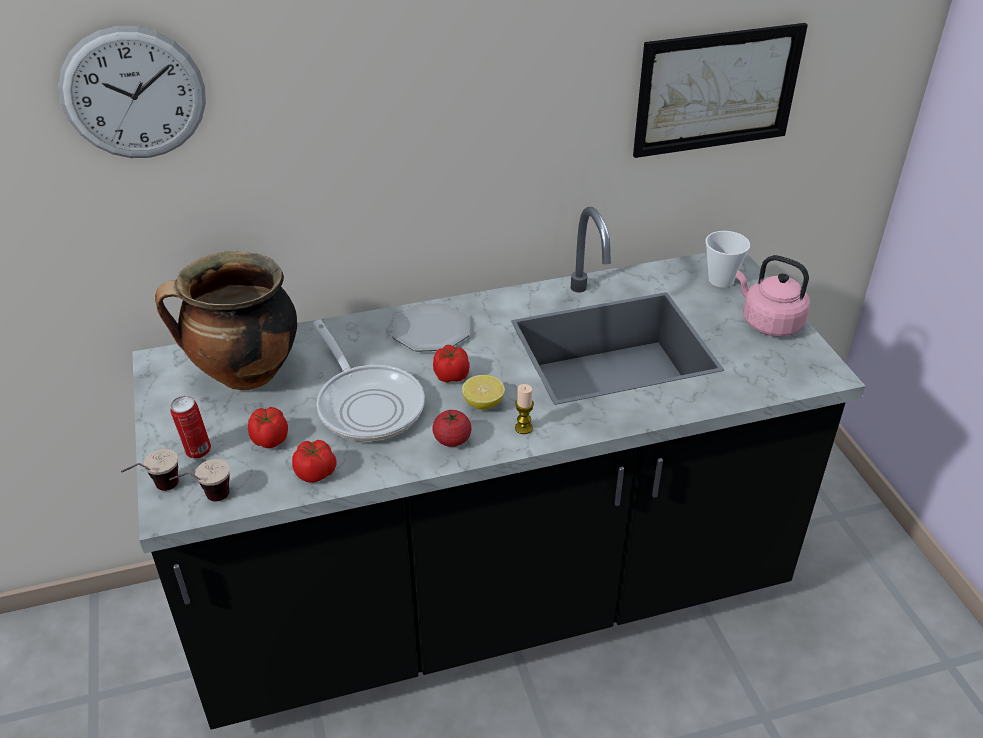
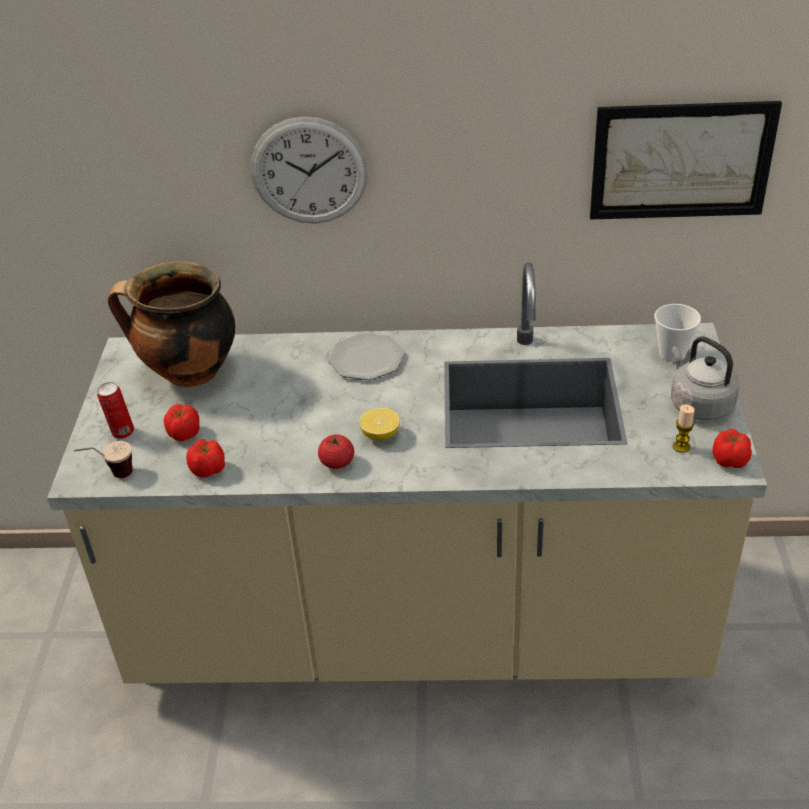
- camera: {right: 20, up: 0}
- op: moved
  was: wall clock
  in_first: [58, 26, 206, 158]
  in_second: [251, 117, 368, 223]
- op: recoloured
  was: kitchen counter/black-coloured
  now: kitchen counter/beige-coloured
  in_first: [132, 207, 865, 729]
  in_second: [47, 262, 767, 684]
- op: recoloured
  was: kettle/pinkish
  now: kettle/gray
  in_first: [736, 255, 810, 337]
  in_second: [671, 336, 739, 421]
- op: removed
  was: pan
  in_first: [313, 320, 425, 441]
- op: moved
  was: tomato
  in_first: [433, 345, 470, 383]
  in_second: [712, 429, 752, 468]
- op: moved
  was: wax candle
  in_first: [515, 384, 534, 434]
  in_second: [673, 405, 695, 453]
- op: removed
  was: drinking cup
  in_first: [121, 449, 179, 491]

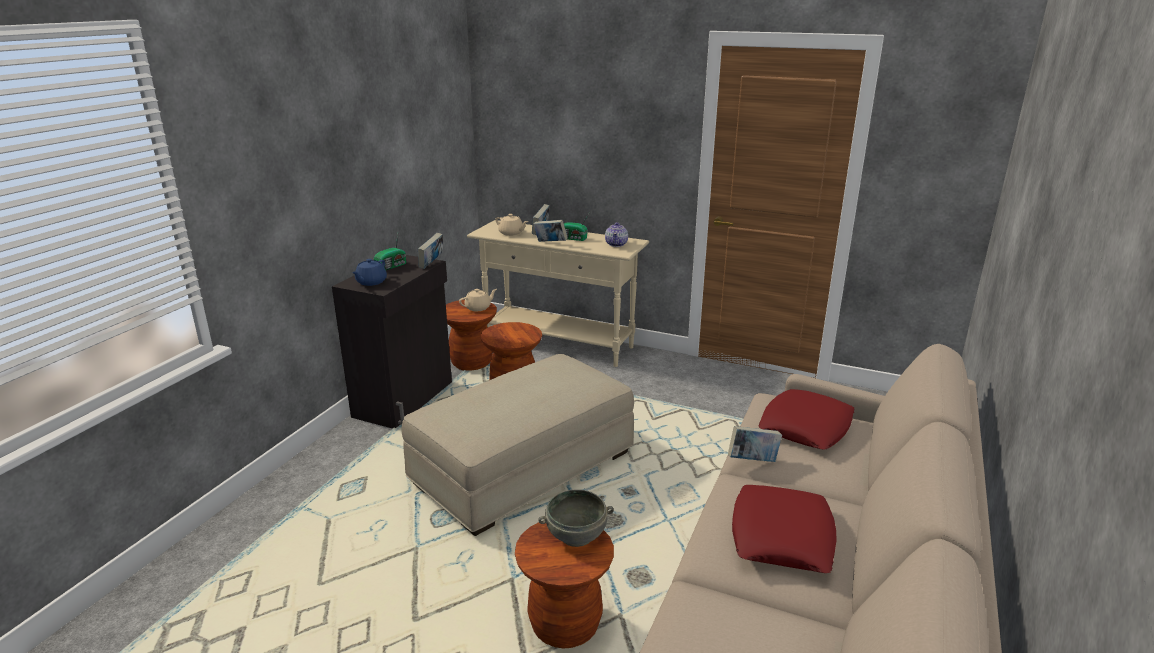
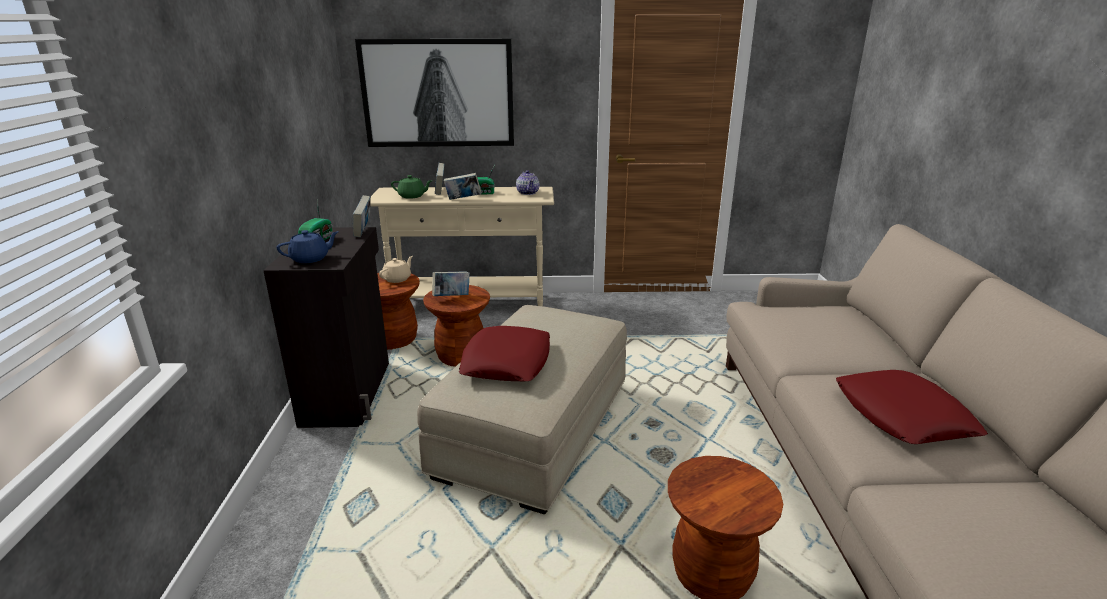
- camera: {right: -25, up: 0}
- op: recoloured
  was: pot for tea/beige-coloured
  now: pot for tea/greenish
  in_first: [495, 214, 528, 236]
  in_second: [391, 175, 432, 199]
- op: turned
  was: pot for tea/blue-coloured
  in_first: [352, 259, 387, 286]
  in_second: [277, 230, 339, 263]
  clockwise: -120
- op: moved
  was: pillow/reddish
  in_first: [758, 389, 854, 450]
  in_second: [458, 326, 550, 381]
- op: moved
  was: volume
  in_first: [728, 426, 782, 462]
  in_second: [432, 271, 470, 296]
- op: removed
  was: serving bowl/gray
  in_first: [538, 489, 614, 547]
- op: added
  now: wall art
  in_second: [355, 38, 514, 147]

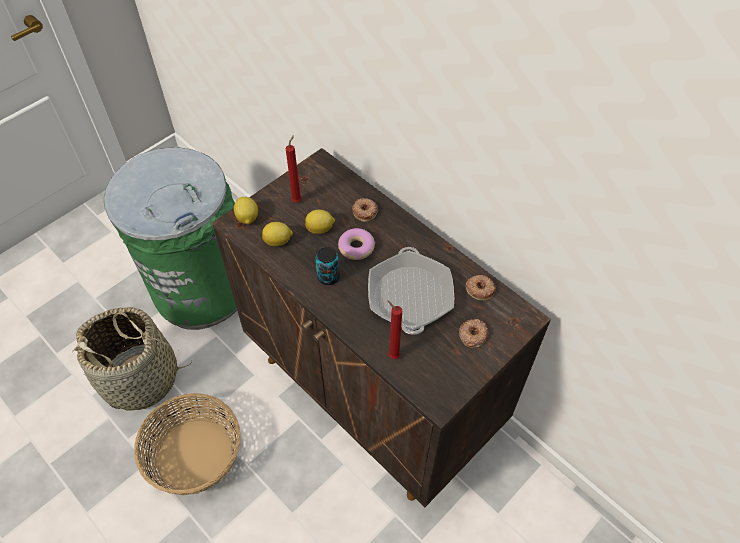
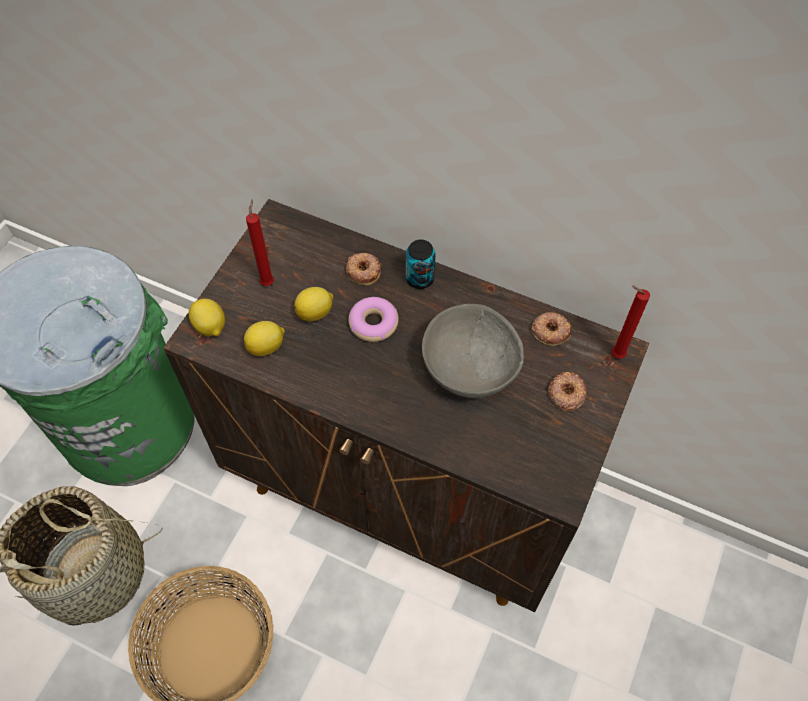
- camera: {right: -20, up: 5}
- op: moved
  was: metal can
  in_first: [316, 247, 340, 285]
  in_second: [406, 240, 436, 289]
- op: replaced
  was: pan
  now: serving bowl/gray
  in_first: [368, 247, 454, 335]
  in_second: [422, 304, 524, 398]
- op: moved
  was: wax candle/reddish
  in_first: [387, 300, 402, 359]
  in_second: [612, 286, 650, 359]

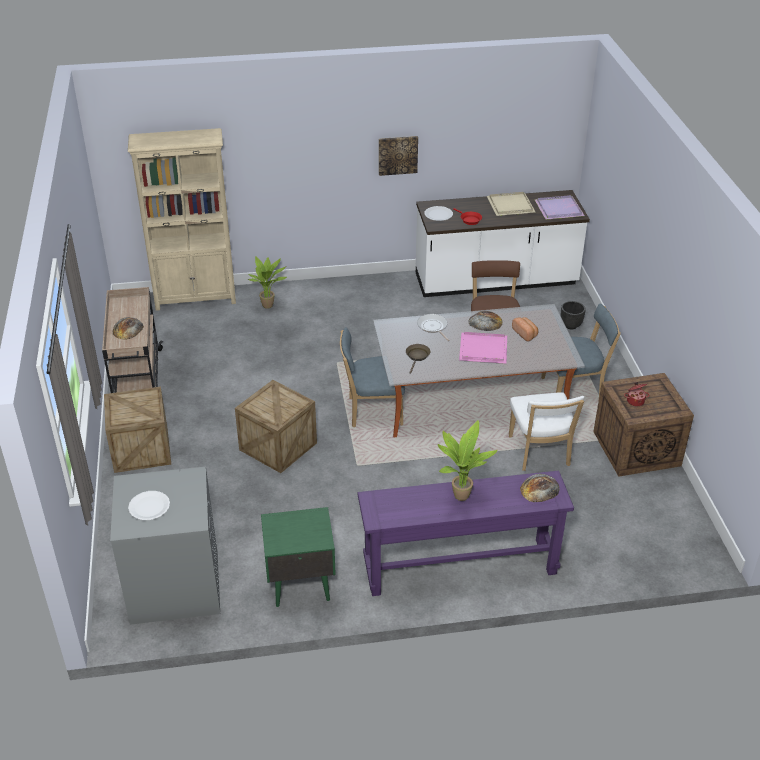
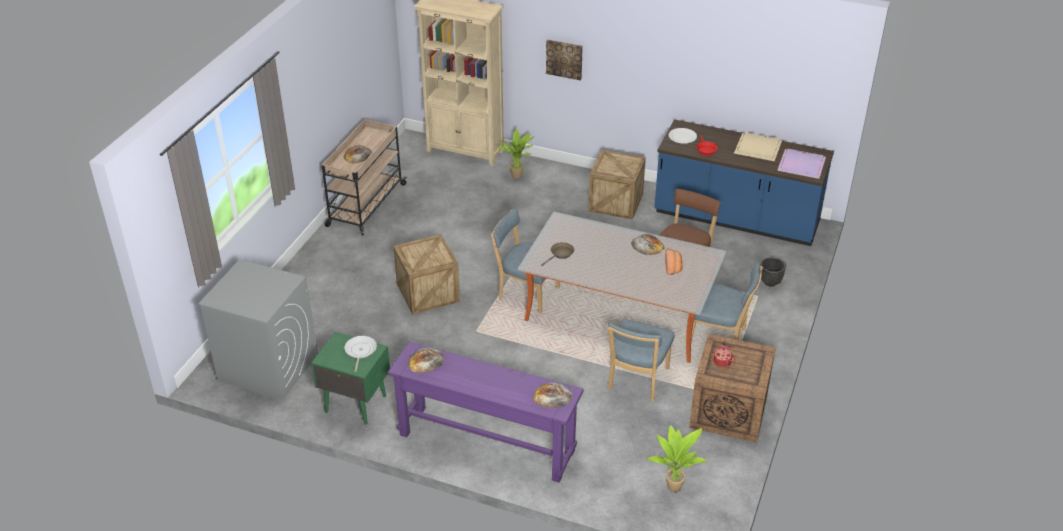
- camera: {right: 30, up: 0}
- op: moved
  was: wall art
  in_first: [379, 136, 418, 176]
  in_second: [546, 39, 583, 80]
- op: recoloured
  was: kitchen counter/white
  now: kitchen counter/blue-coloured
  in_first: [416, 190, 590, 297]
  in_second: [654, 119, 834, 246]
- op: moved
  was: pan
  in_first: [417, 314, 449, 341]
  in_second: [344, 336, 377, 372]
- op: removed
  was: serving tray/pinkish
  in_first: [459, 332, 507, 364]
- op: moved
  was: packing crate
  in_first: [104, 387, 171, 473]
  in_second: [588, 149, 646, 220]
- op: recoloured
  was: chair/white
  now: chair/blue-coloured
  in_first: [509, 392, 584, 471]
  in_second: [608, 319, 675, 401]
- op: moved
  was: houseplant
  in_first: [438, 420, 498, 501]
  in_second: [647, 425, 707, 492]
- op: removed
  was: plate/white
  in_first: [128, 491, 170, 520]
- op: added
  now: bakery bread
  in_second: [408, 347, 444, 373]

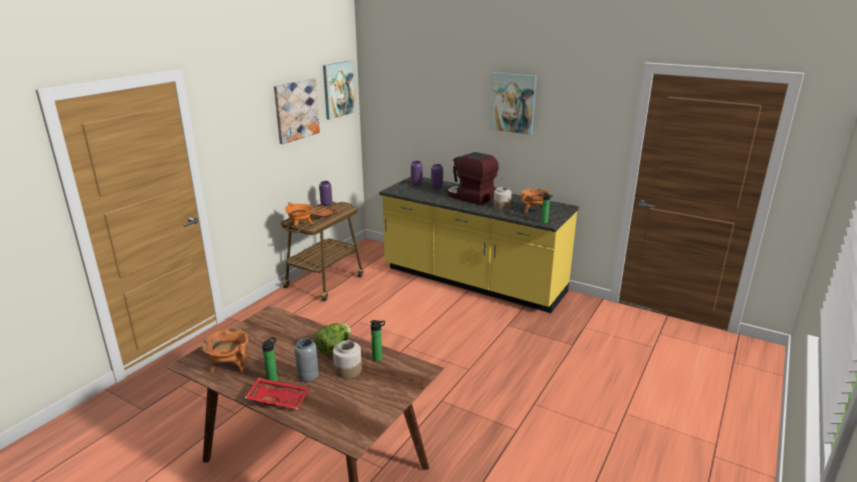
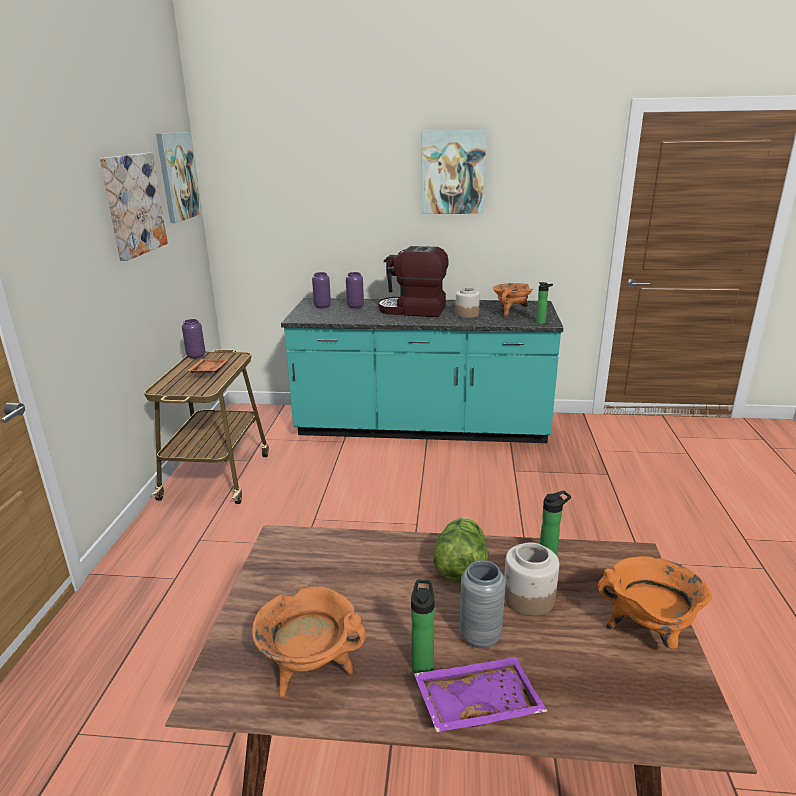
- camera: {right: -25, up: 0}
- op: recoloured
  was: kitchen counter/yellow-coloured
  now: kitchen counter/turquoise-coloured
  in_first: [379, 177, 579, 313]
  in_second: [281, 298, 563, 443]
- op: moved
  was: cooking pot/orange
  in_first: [285, 202, 314, 225]
  in_second: [598, 556, 712, 649]
- op: recoloured
  was: serving tray/reddish
  now: serving tray/purplish
  in_first: [245, 377, 309, 409]
  in_second: [414, 657, 547, 732]

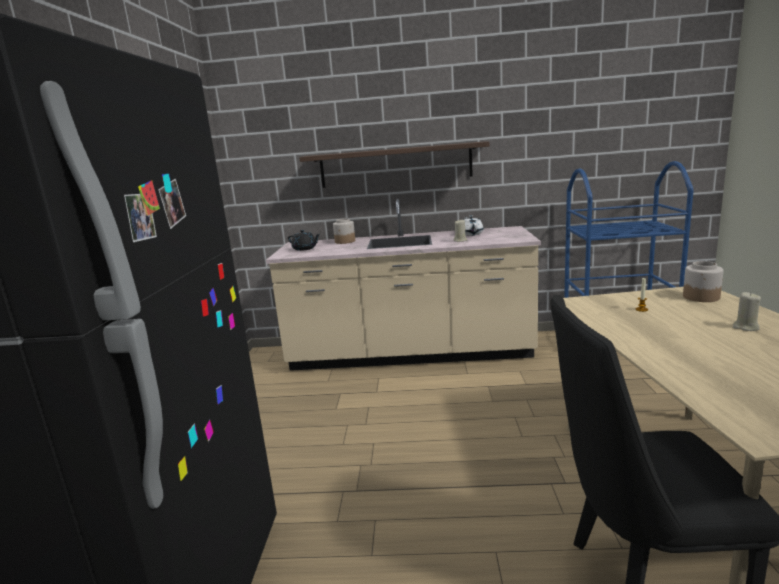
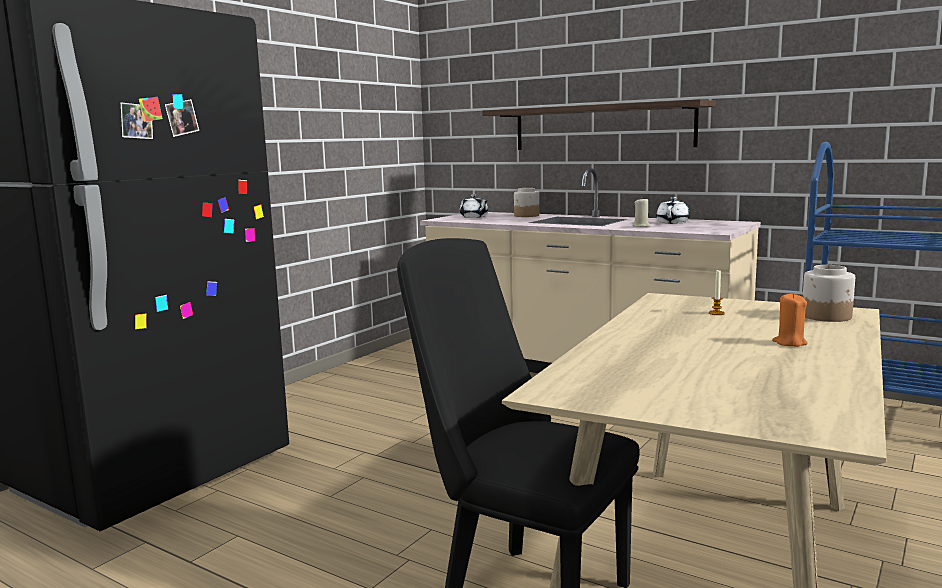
- camera: {right: 30, up: -5}
- op: recoloured
  was: pot for tea/black-coloured
  now: pot for tea/white
  in_first: [288, 230, 320, 251]
  in_second: [460, 194, 488, 218]
- op: recoloured
  was: wax candle/beige-coloured
  now: wax candle/orange
  in_first: [733, 292, 761, 331]
  in_second: [772, 293, 808, 347]

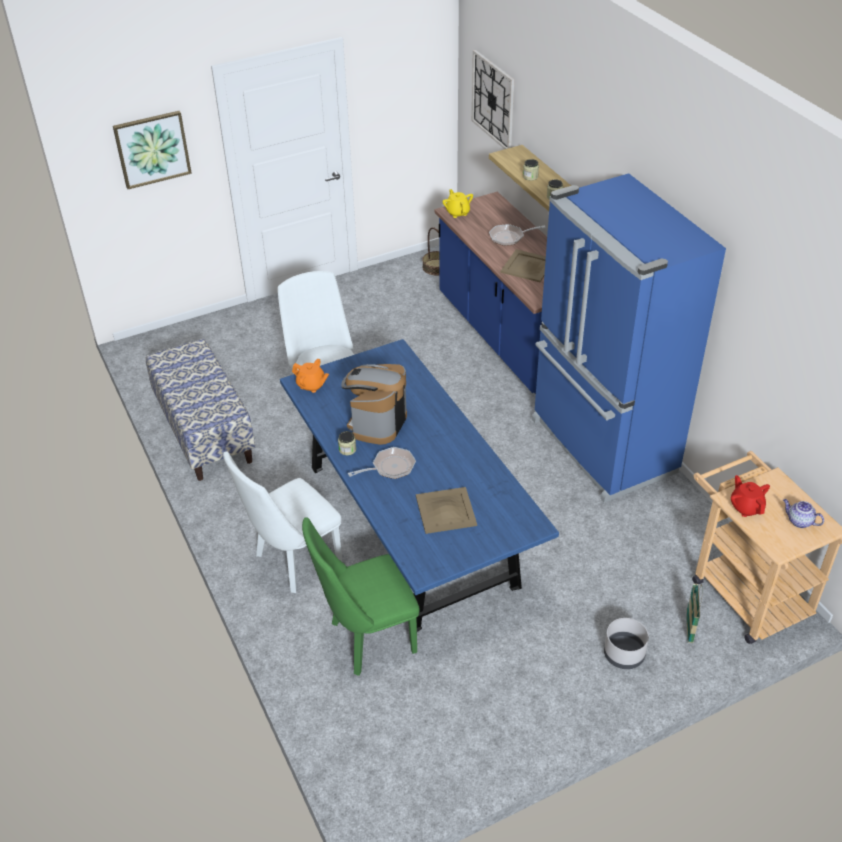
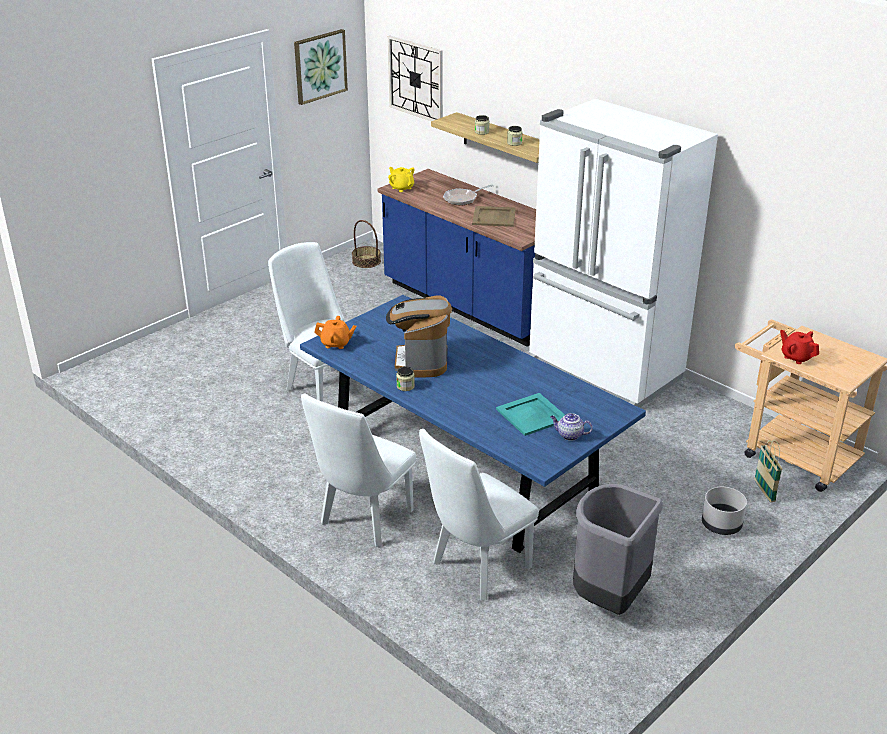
- camera: {right: -20, up: -10}
- op: moved
  was: wall art
  in_first: [113, 111, 192, 189]
  in_second: [294, 29, 348, 105]
- op: recoloured
  was: kitchen fridge/blue-coloured
  now: kitchen fridge/white
  in_first: [532, 173, 726, 503]
  in_second: [529, 99, 718, 408]
- op: removed
  was: long seat
  in_first: [146, 339, 255, 481]
- op: removed
  was: pan
  in_first: [348, 447, 416, 479]
- op: recoloured
  was: serving tray/beige-coloured
  now: serving tray/turquoise-coloured
  in_first: [416, 487, 477, 534]
  in_second: [496, 393, 565, 436]
- op: moved
  was: pot for tea
  in_first: [783, 499, 824, 528]
  in_second: [550, 413, 593, 441]
- op: recoloured
  was: chair/greenish
  now: chair/white
  in_first: [302, 518, 420, 676]
  in_second: [419, 429, 539, 600]
- op: added
  now: rubbish bin/gray
  in_second: [573, 484, 663, 615]

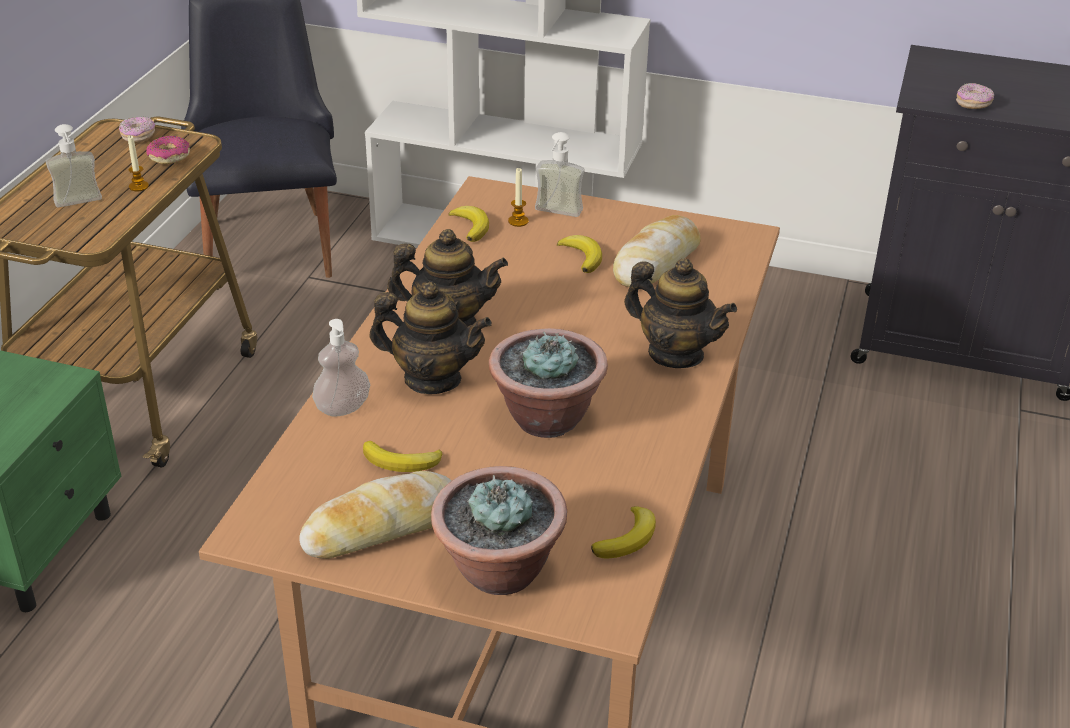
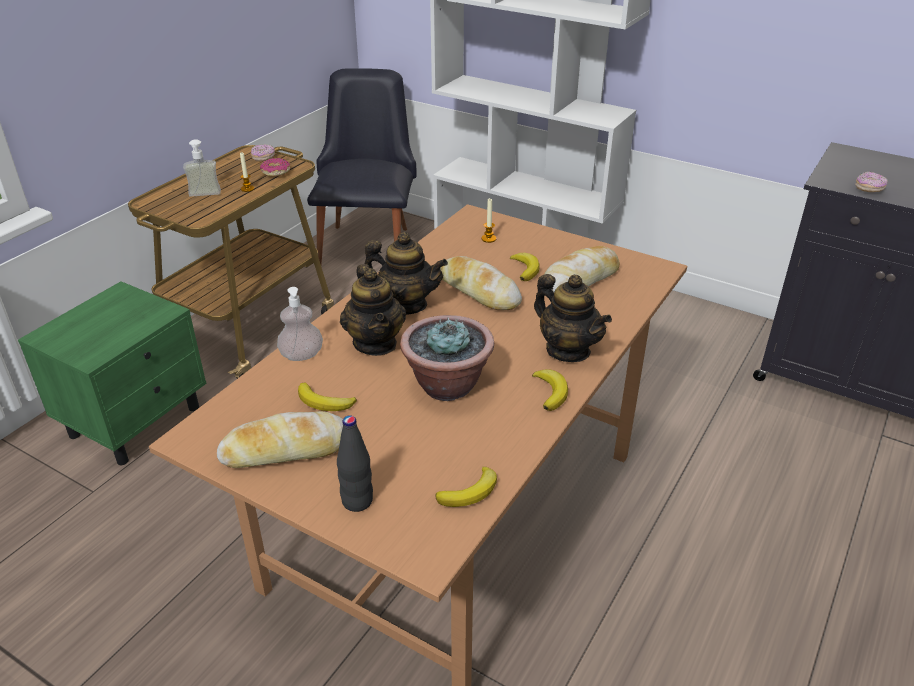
- camera: {right: 15, up: 0}
- op: removed
  was: liquid soap bottle
  in_first: [535, 132, 585, 217]
- op: moved
  was: banana fruit
  in_first: [448, 206, 489, 242]
  in_second: [532, 369, 568, 411]
- op: turned
  was: pot for tea
  in_first: [369, 282, 492, 394]
  in_second: [340, 264, 406, 356]
  clockwise: 45
- op: replaced
  was: houseplant
  now: beverage bottle/black-coloured
  in_first: [431, 466, 567, 595]
  in_second: [337, 415, 373, 512]
- op: added
  now: bakery bread
  in_second: [440, 256, 522, 310]

